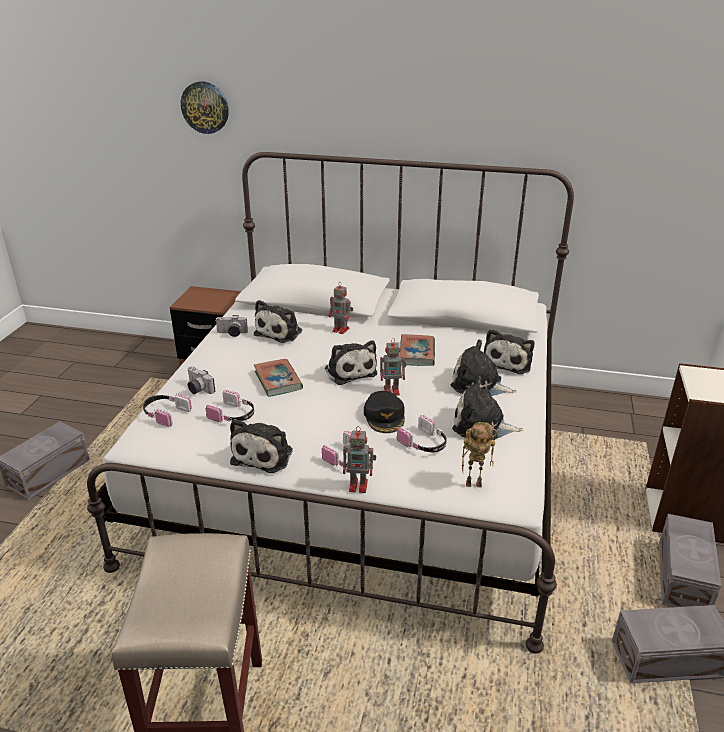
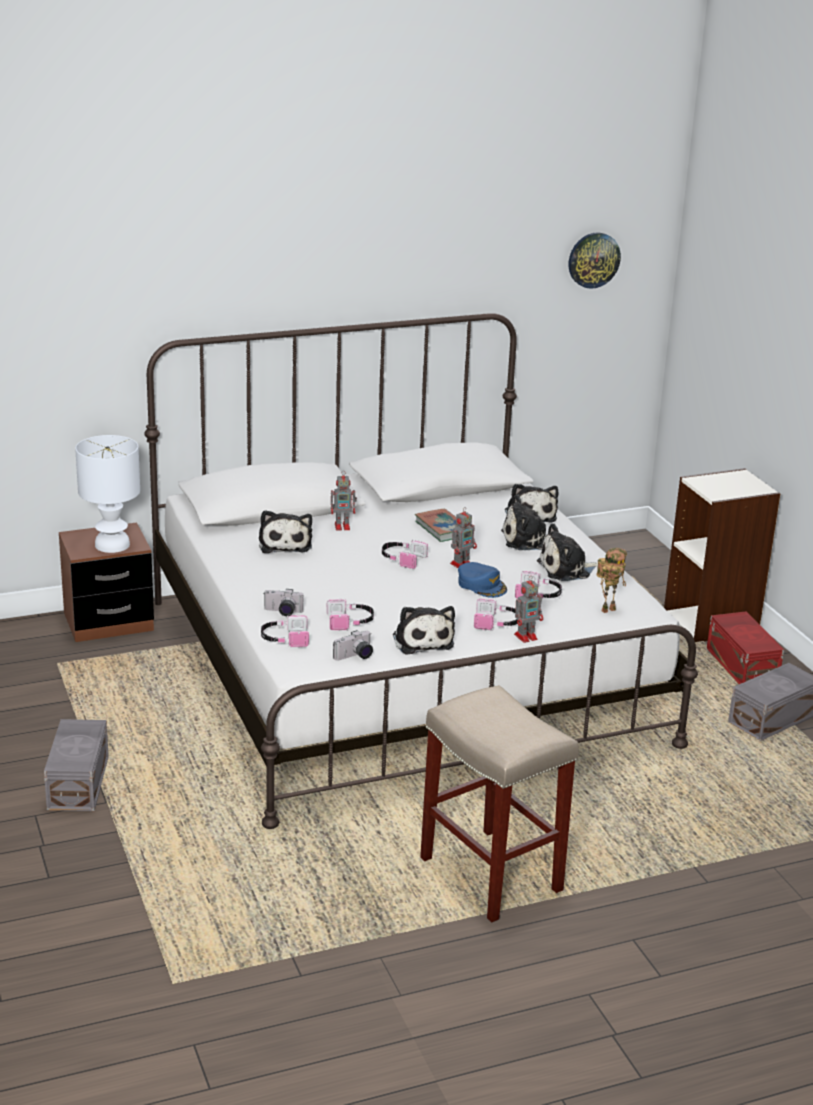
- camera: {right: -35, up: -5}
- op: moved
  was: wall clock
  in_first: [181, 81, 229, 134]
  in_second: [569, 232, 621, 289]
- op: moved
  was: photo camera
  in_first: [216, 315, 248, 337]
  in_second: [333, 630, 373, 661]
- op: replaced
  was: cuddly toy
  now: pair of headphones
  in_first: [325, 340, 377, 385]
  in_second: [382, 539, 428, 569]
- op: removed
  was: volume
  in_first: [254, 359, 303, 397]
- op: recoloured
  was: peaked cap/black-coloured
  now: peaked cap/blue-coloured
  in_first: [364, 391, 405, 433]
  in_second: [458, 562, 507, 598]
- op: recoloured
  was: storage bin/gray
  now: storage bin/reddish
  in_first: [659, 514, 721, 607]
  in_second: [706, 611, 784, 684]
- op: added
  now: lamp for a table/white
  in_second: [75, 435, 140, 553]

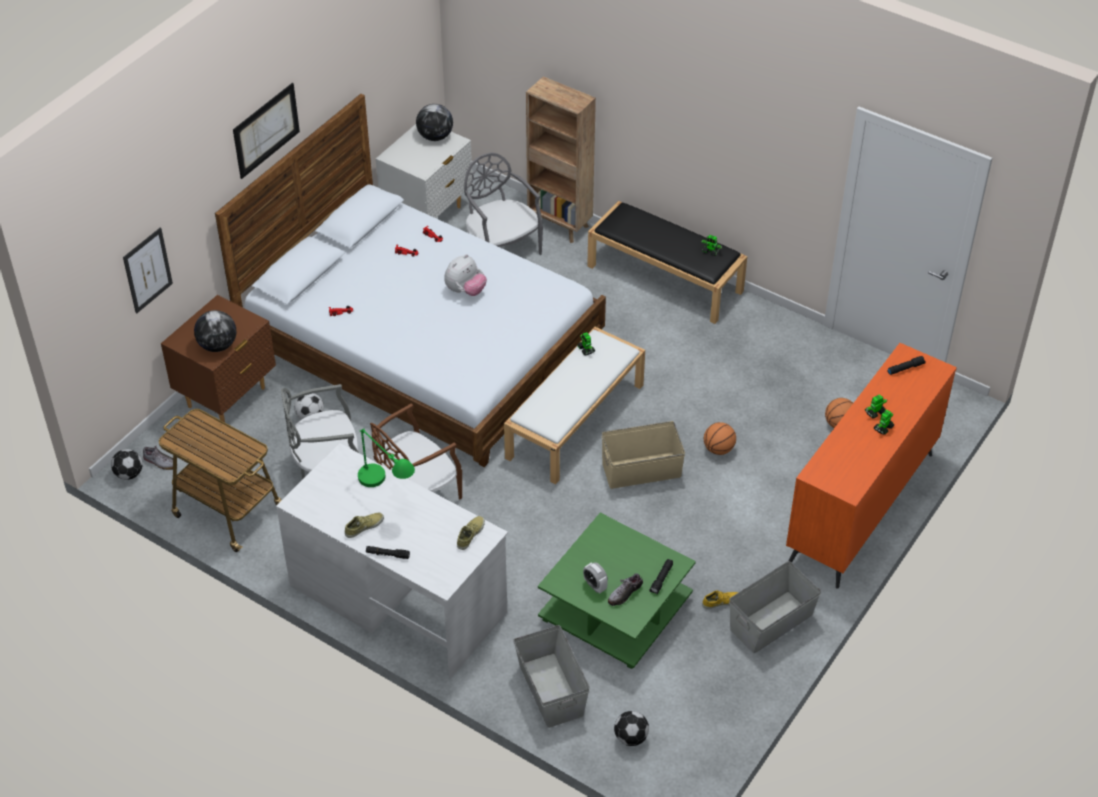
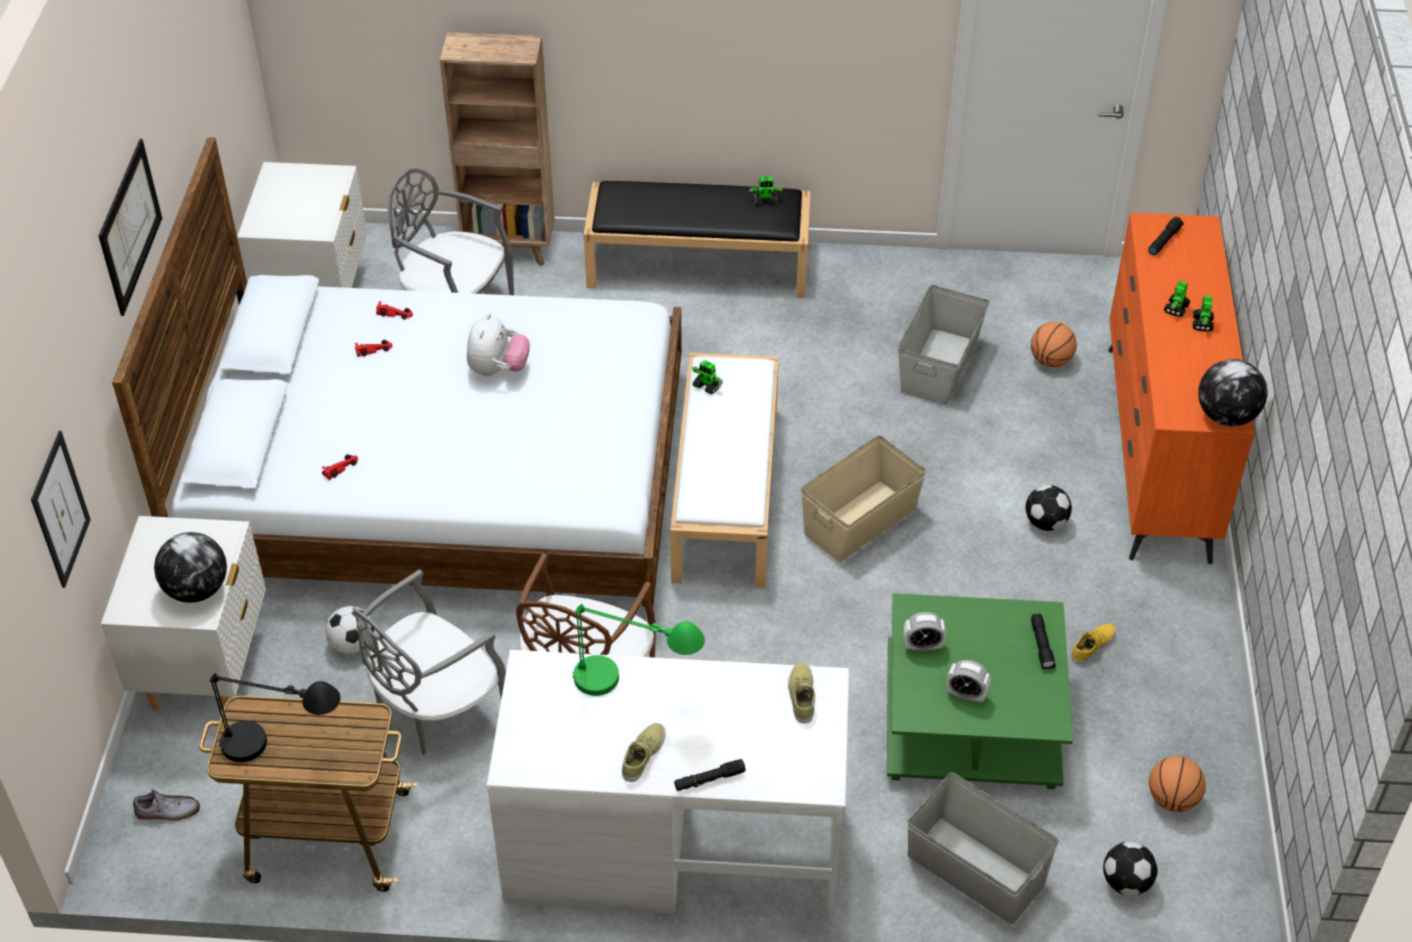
- camera: {right: -30, up: 0}
- op: moved
  was: desk globe
  in_first: [416, 104, 453, 141]
  in_second: [1198, 359, 1267, 426]
- op: recoloured
  was: night table/brown-coloured
  now: night table/white
  in_first: [161, 295, 276, 422]
  in_second: [101, 516, 266, 711]
- op: moved
  was: basketball ball
  in_first: [704, 422, 736, 455]
  in_second: [1149, 756, 1206, 812]
- op: moved
  was: football
  in_first: [111, 449, 142, 480]
  in_second: [1025, 485, 1072, 531]
- op: moved
  was: storage bin/gray
  in_first: [729, 561, 821, 653]
  in_second: [898, 285, 990, 405]
- op: removed
  was: item of footwear
  in_first: [608, 573, 643, 606]
- op: added
  now: table clock
  in_second: [903, 612, 946, 652]
- op: added
  now: lamp for a table/black-coloured
  in_second: [210, 673, 340, 762]

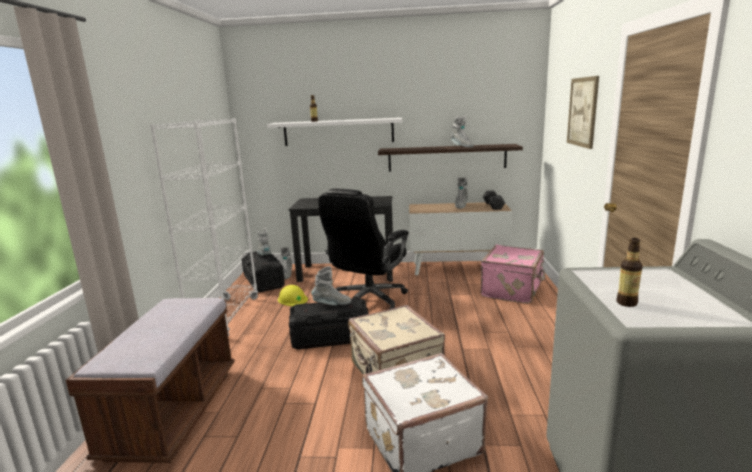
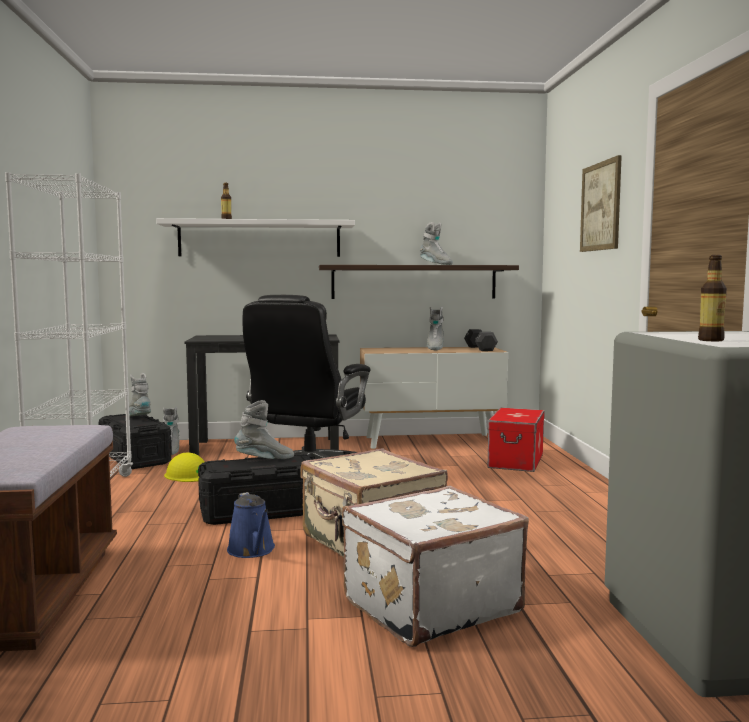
- camera: {right: -10, up: -10}
- op: replaced
  was: travel case/pinkish
  now: storage bin
  in_first: [480, 245, 545, 304]
  in_second: [488, 408, 545, 472]
- op: added
  now: watering can/blue-coloured
  in_second: [227, 492, 275, 558]

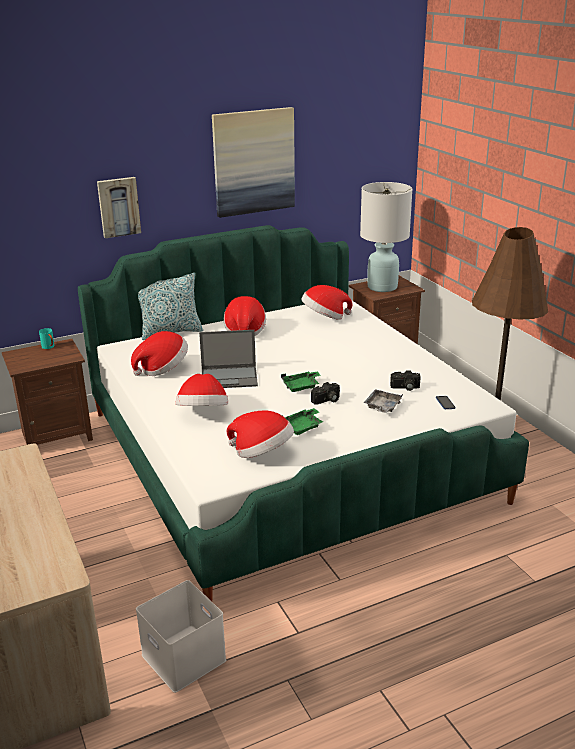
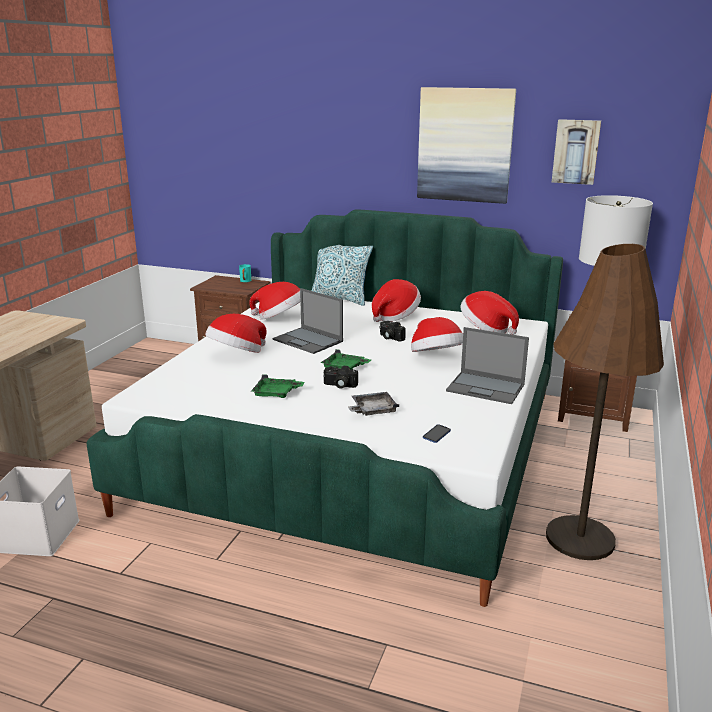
- camera: {right: 45, up: -5}
- op: moved
  was: wall art
  in_first: [97, 177, 141, 238]
  in_second: [552, 119, 601, 185]
- op: moved
  was: photo camera
  in_first: [390, 370, 421, 391]
  in_second: [379, 321, 406, 342]
- op: moved
  was: hat
  in_first: [227, 411, 294, 458]
  in_second: [411, 317, 463, 352]
- op: added
  now: portable computer
  in_second: [446, 327, 529, 404]

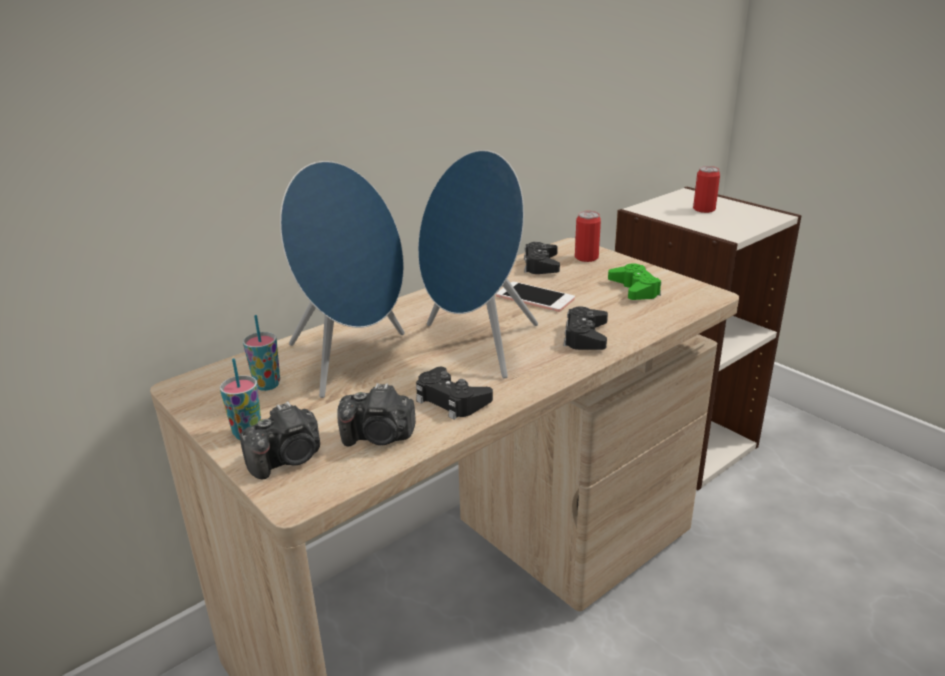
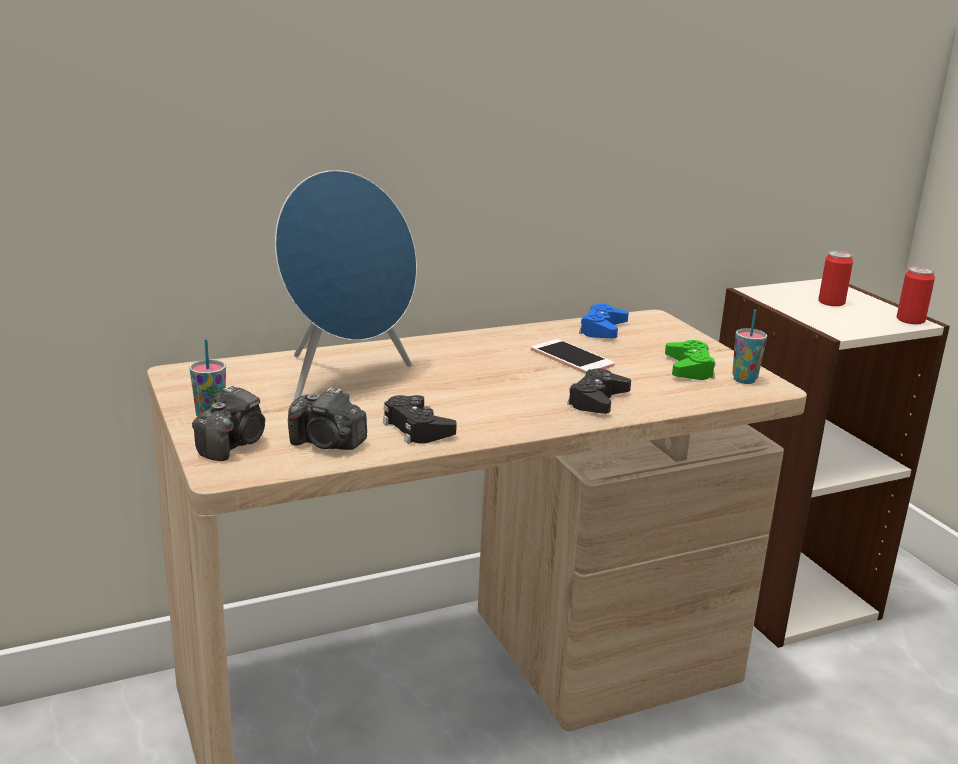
- camera: {right: 15, up: -5}
- op: removed
  was: loudspeaker/blue-coloured
  in_first: [418, 150, 538, 379]
- op: moved
  was: metal can
  in_first: [575, 211, 601, 262]
  in_second: [896, 266, 935, 324]
- op: recoloured
  was: game controller/black-coloured
  now: game controller/blue-coloured
  in_first: [524, 242, 560, 274]
  in_second: [579, 304, 629, 338]
- op: moved
  was: drinking cup
  in_first: [243, 315, 280, 391]
  in_second: [732, 310, 767, 384]
- op: turned
  was: photo camera
  in_first: [239, 401, 320, 480]
  in_second: [192, 385, 265, 461]
  clockwise: -45

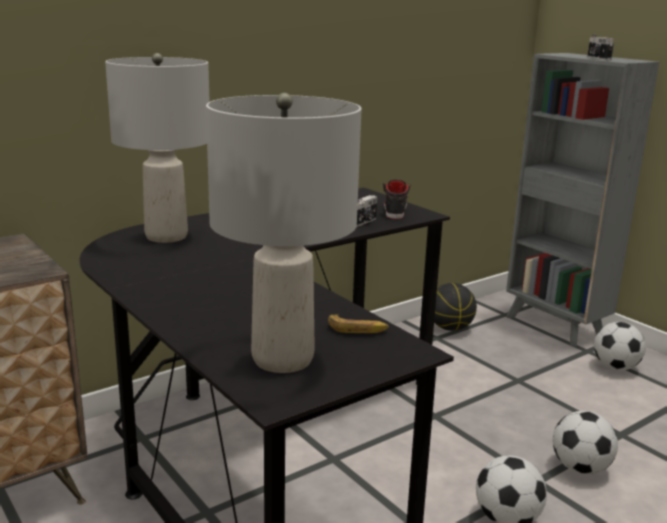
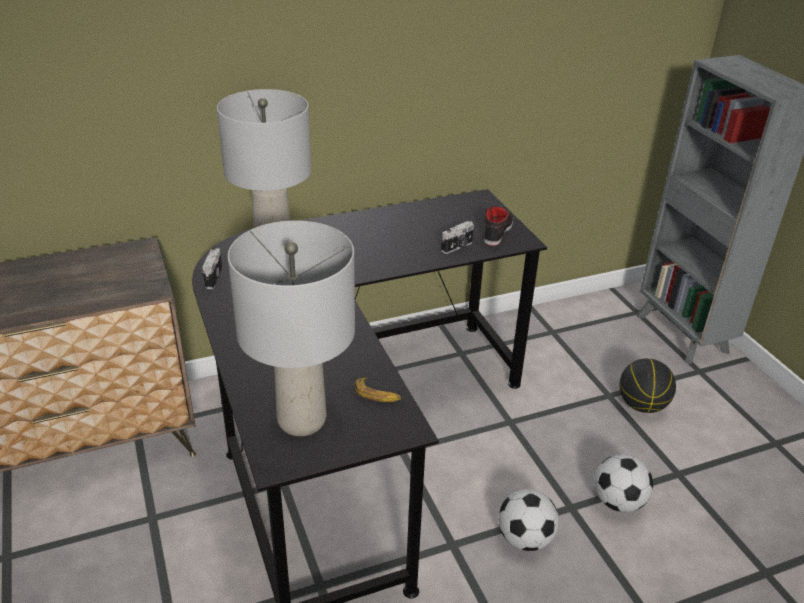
- camera: {right: 15, up: 15}
- op: moved
  was: photo camera
  in_first: [587, 34, 614, 60]
  in_second: [202, 247, 222, 289]
- op: moved
  was: basketball ball
  in_first: [434, 283, 477, 331]
  in_second: [619, 358, 676, 413]
- op: removed
  was: football
  in_first: [594, 322, 646, 370]

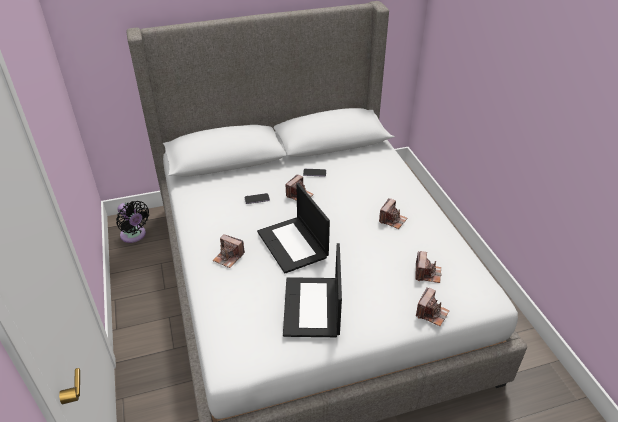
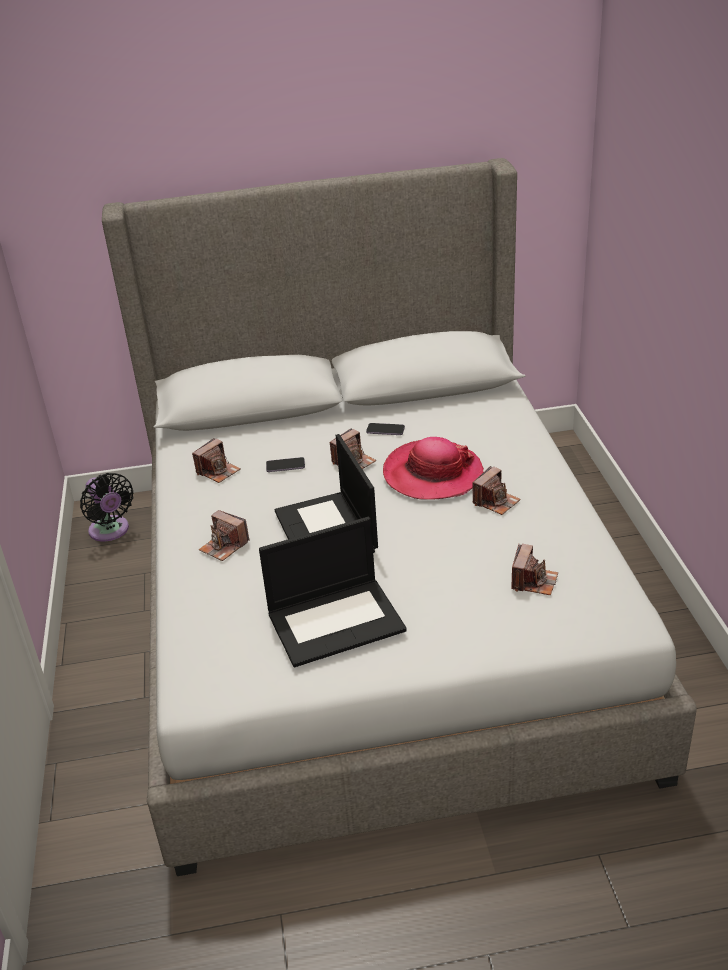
- camera: {right: 10, up: -5}
- op: turned
  was: portable computer
  in_first: [283, 243, 342, 337]
  in_second: [259, 517, 407, 667]
  clockwise: -120
- op: moved
  was: photo camera
  in_first: [416, 287, 450, 326]
  in_second: [192, 438, 241, 483]
- op: added
  now: hat
  in_second: [383, 437, 484, 500]

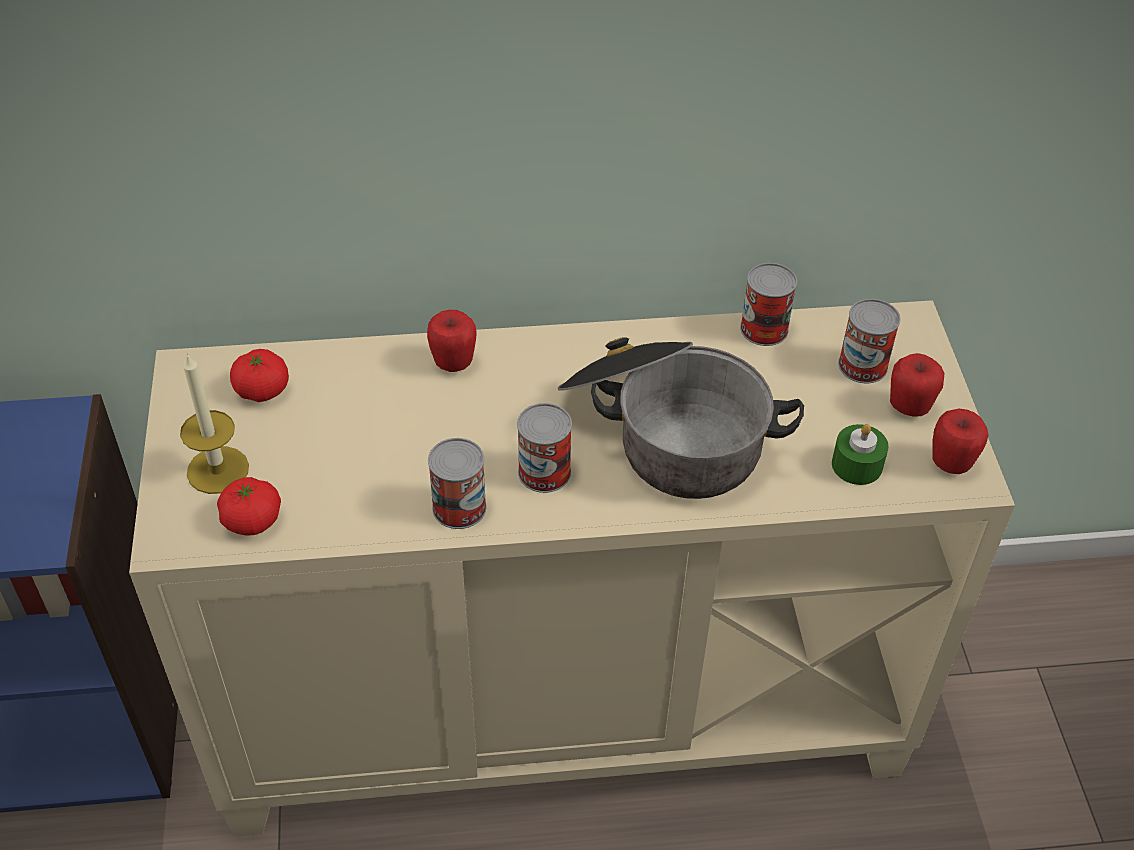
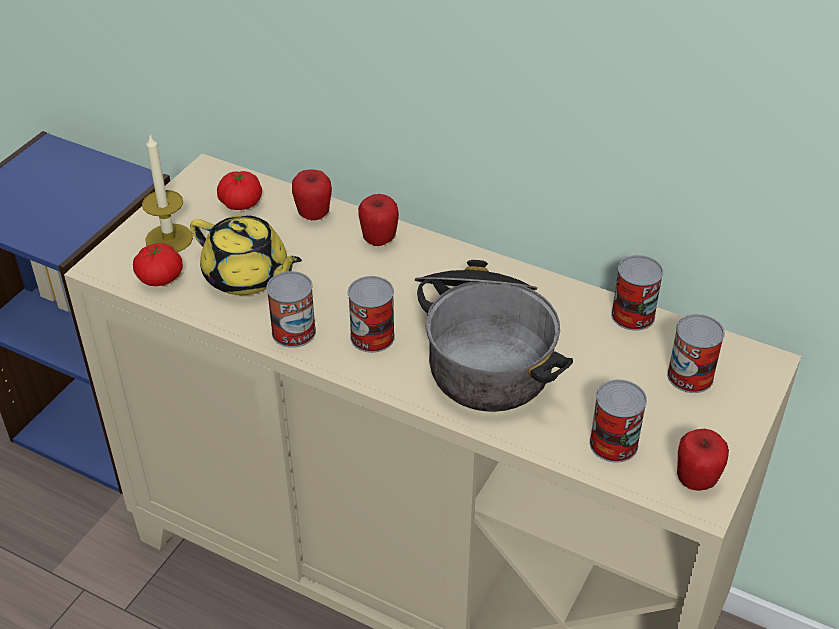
- camera: {right: 35, up: -5}
- op: moved
  was: apple fruit
  in_first: [890, 353, 945, 417]
  in_second: [292, 169, 332, 220]
- op: replaced
  was: wax candle/greenish
  now: metal can
  in_first: [832, 424, 889, 485]
  in_second: [589, 380, 647, 463]
- op: added
  now: pot for tea/yellow-coloured
  in_second: [190, 215, 302, 295]

